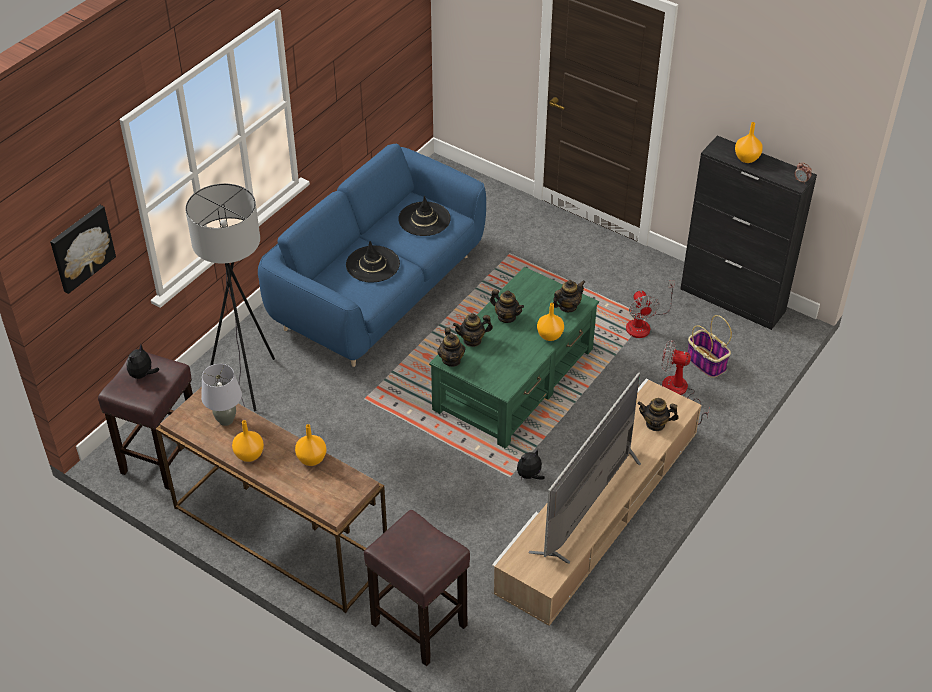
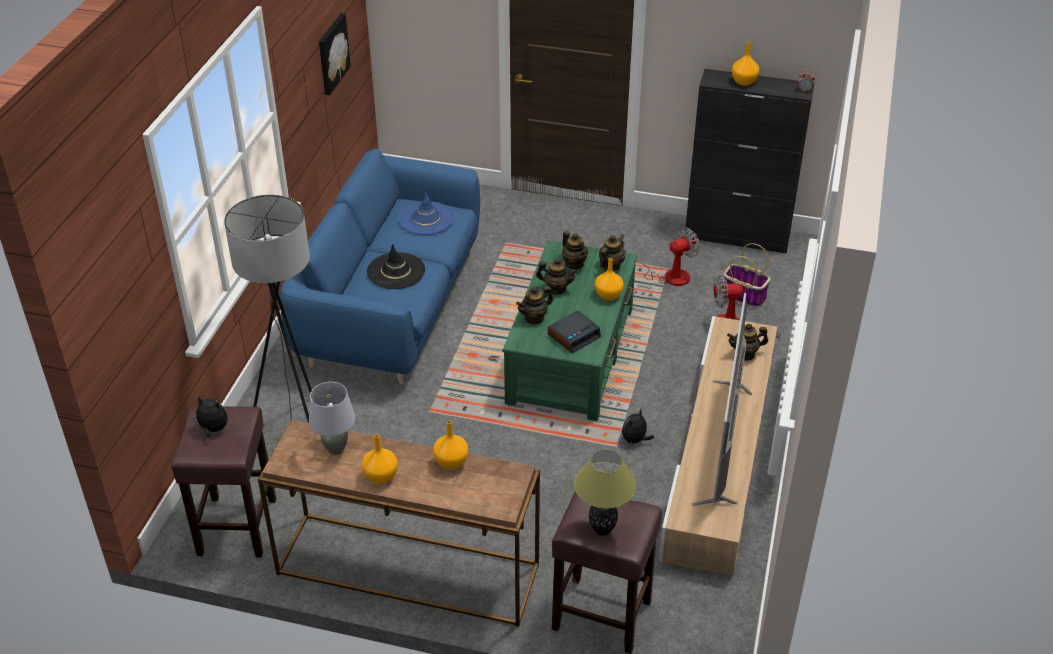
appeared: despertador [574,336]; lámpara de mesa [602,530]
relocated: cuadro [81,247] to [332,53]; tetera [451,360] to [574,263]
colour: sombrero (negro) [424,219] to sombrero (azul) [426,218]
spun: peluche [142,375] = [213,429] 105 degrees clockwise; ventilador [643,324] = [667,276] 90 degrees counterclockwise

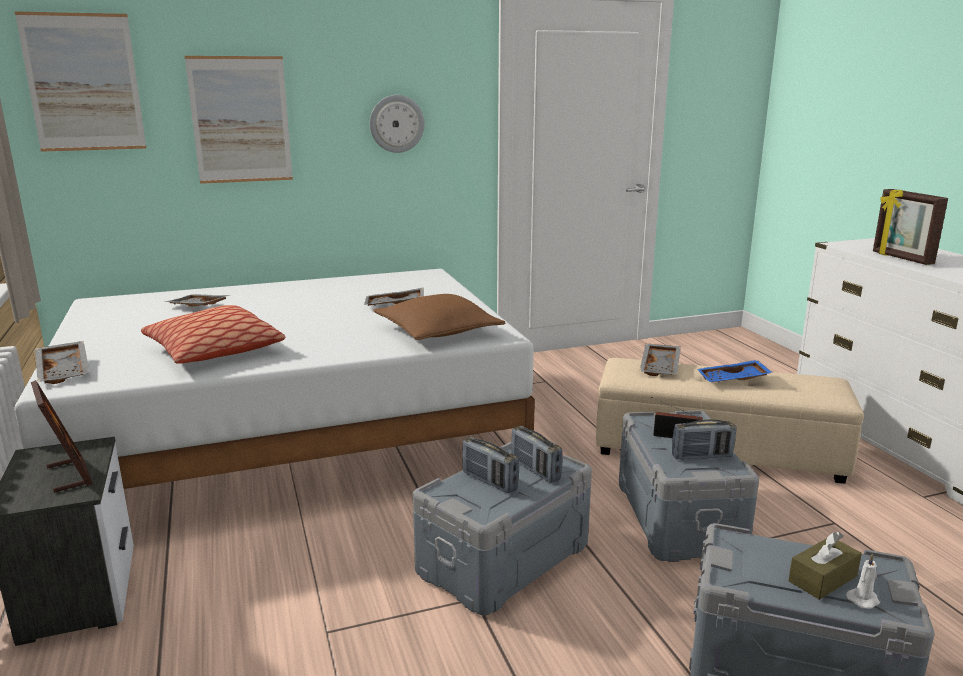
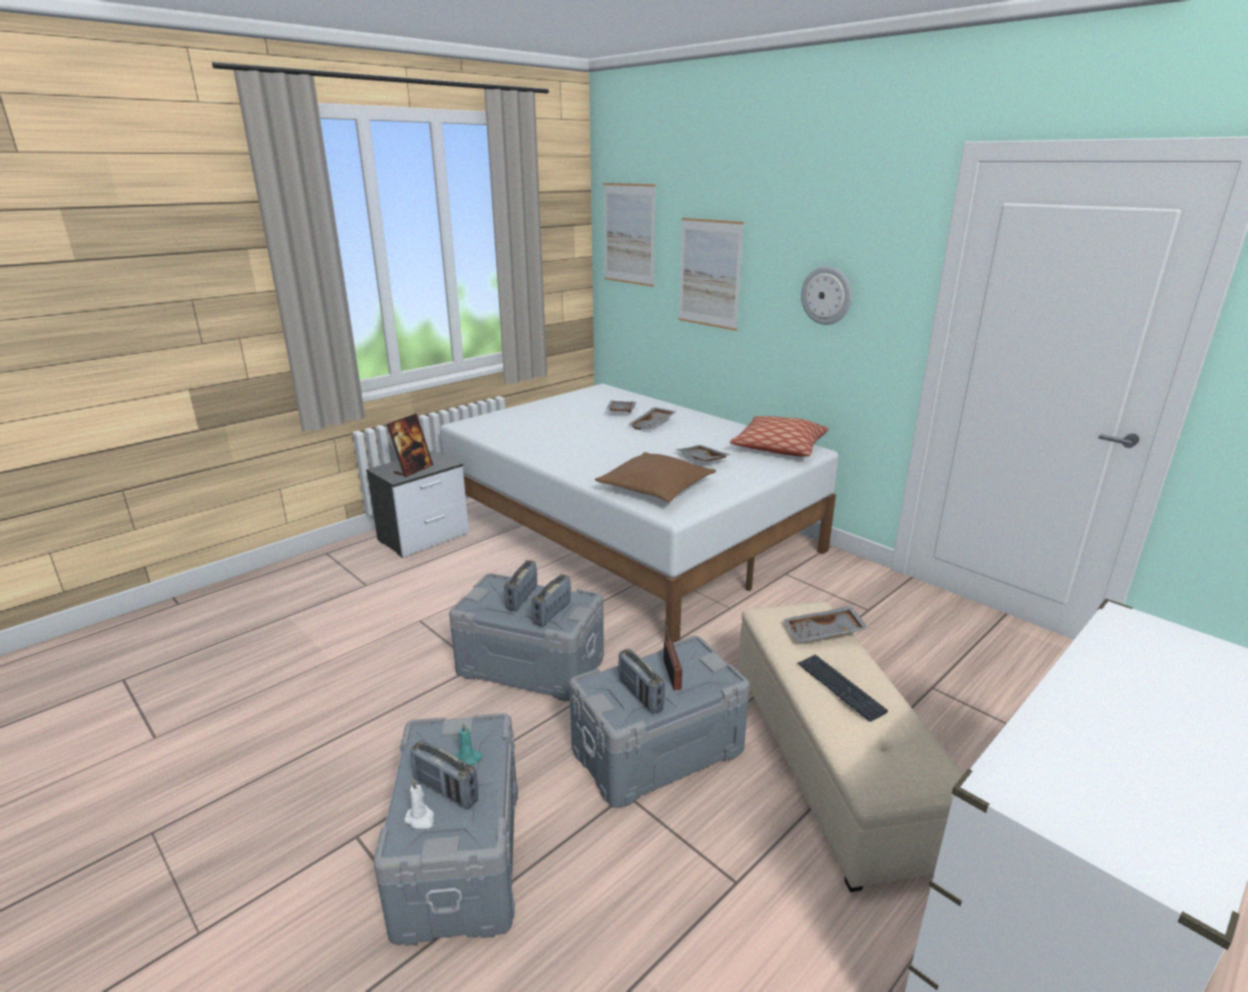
missing: portarretratos [901,258]
appeared: vela (turquesa) [468,758]
relocated: bandeja (gris) [65,371] to [653,425]; cojín [215,351] to [778,448]
exchanged: bandeja (azul) [733,380] to teclado [840,688]; caja de pañuelos (marrón) [822,579] to radio [446,791]

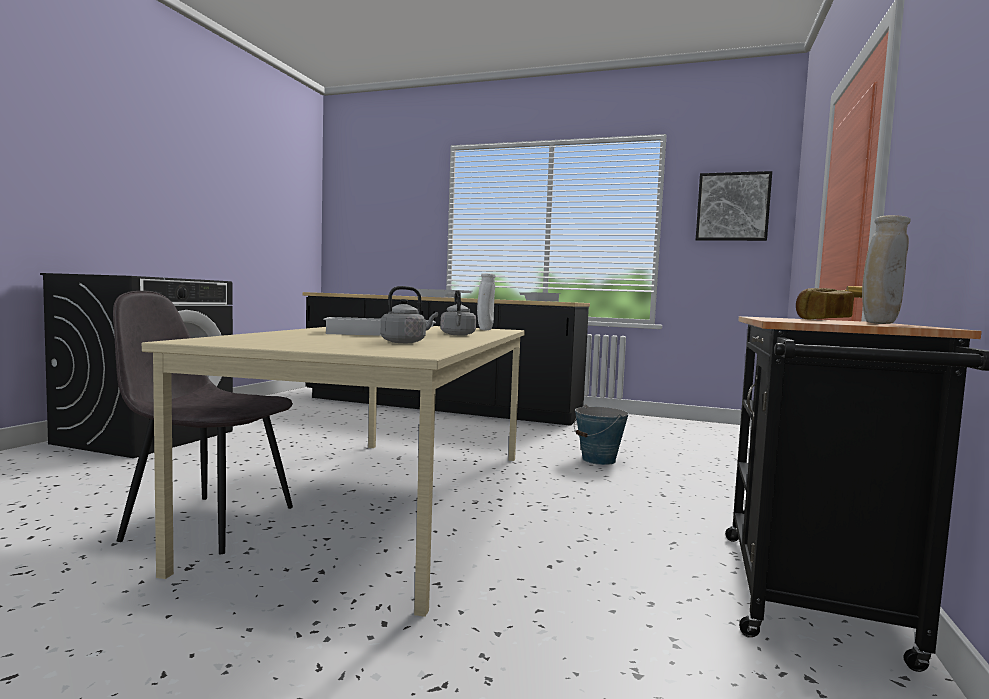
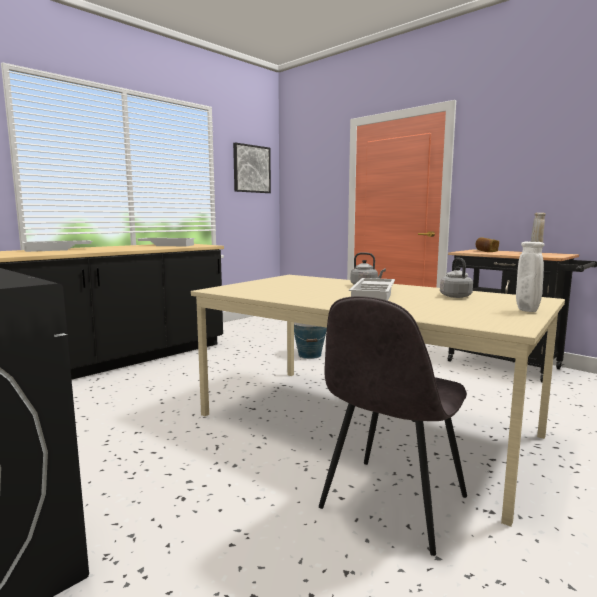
relocated: florero (blanco) [485,330] to [526,311]

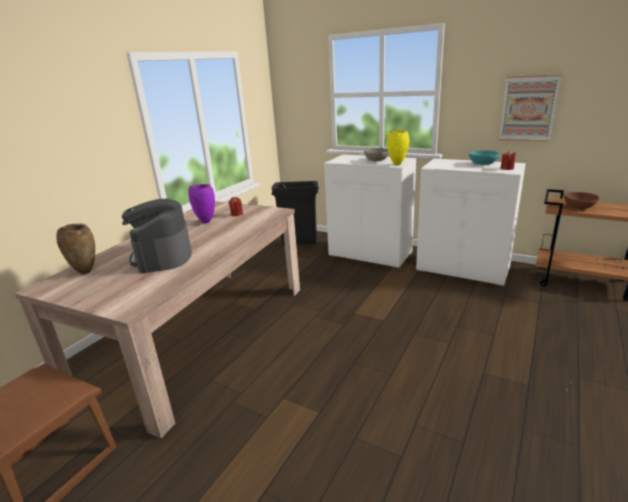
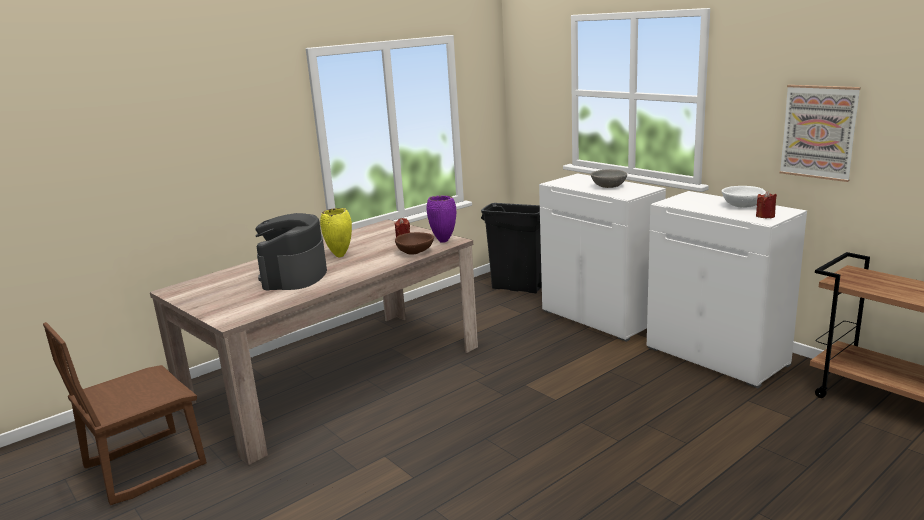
missing: florero (marrón) [86,272]
relocated: florero (morado) [206,222] to [444,241]; florero (amarillo) [397,164] to [340,256]; cuenco (marrón) [579,207] to [415,252]
colour: cuenco (turquesa) [483,164] to cuenco (blanco) [743,206]

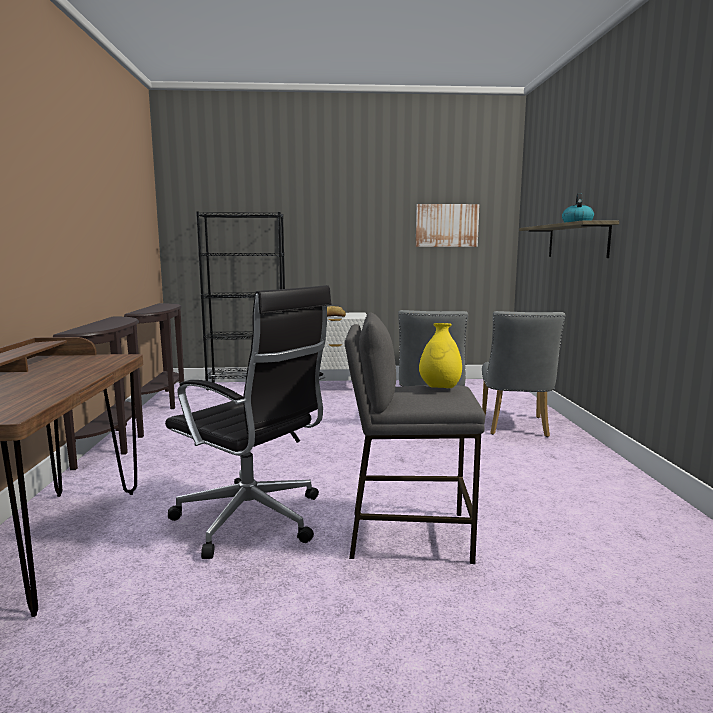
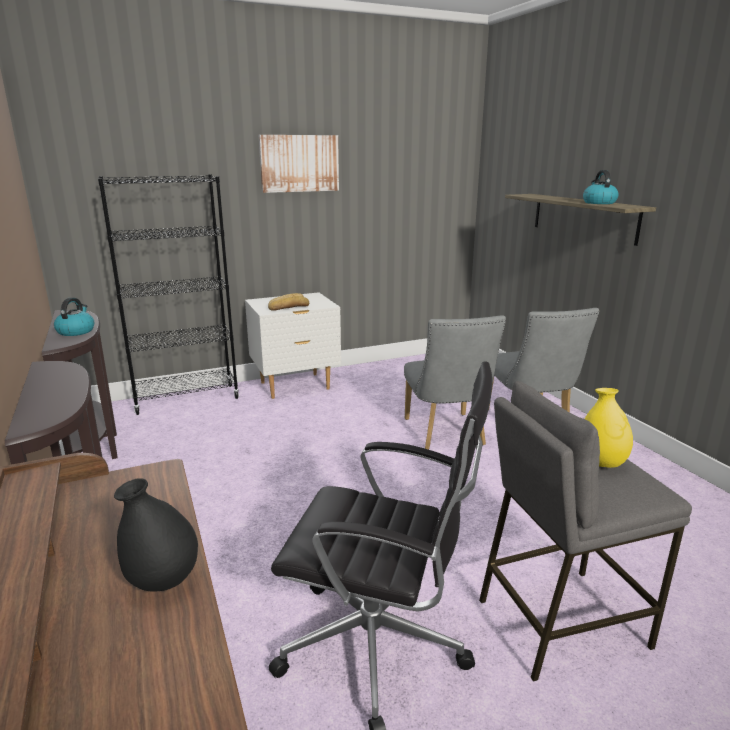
appeared: hervidor [76,331]; florero (negro) [163,581]
relocated: cuadro [446,225] to [299,163]

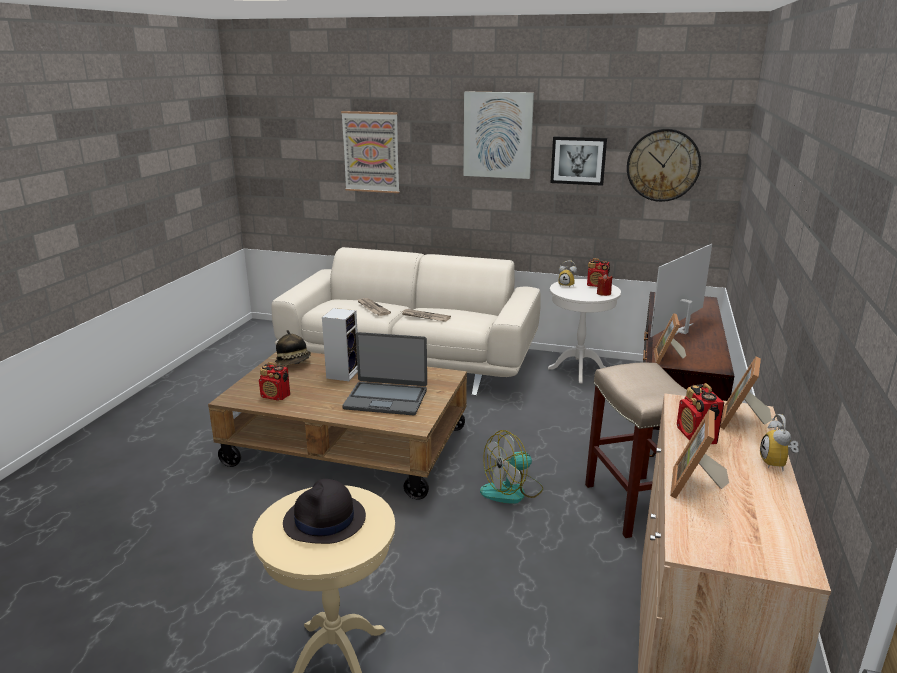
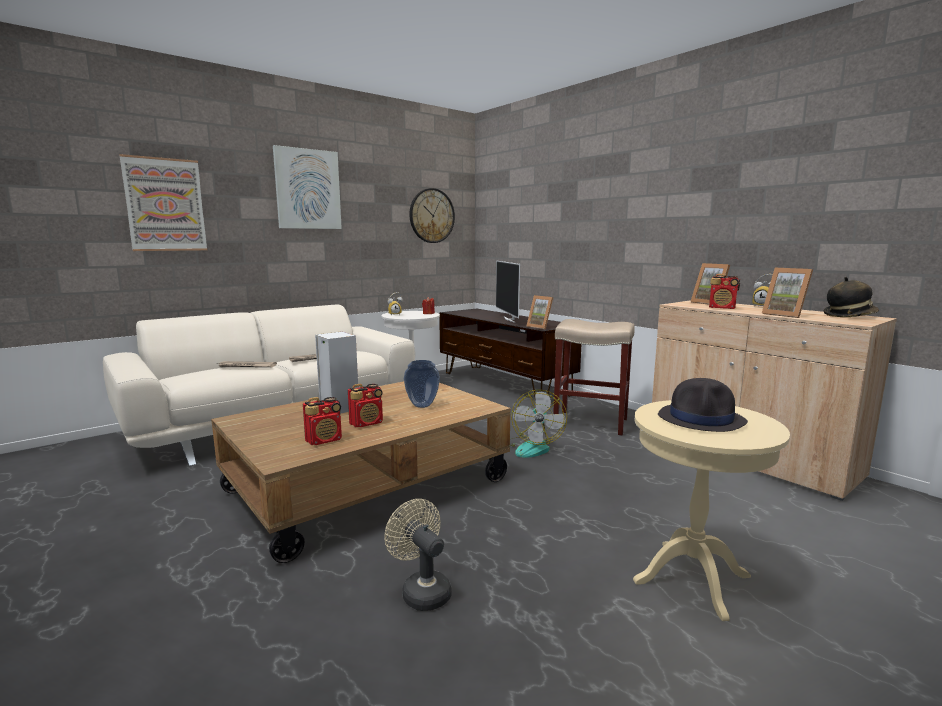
missing: cuadro [578,160]
appeared: ventilador (beis) [421,590]
relocated: sombrero [294,362] to [849,316]; radio [597,285] to [367,423]
exchanged: portátil [386,399] to florero [422,405]

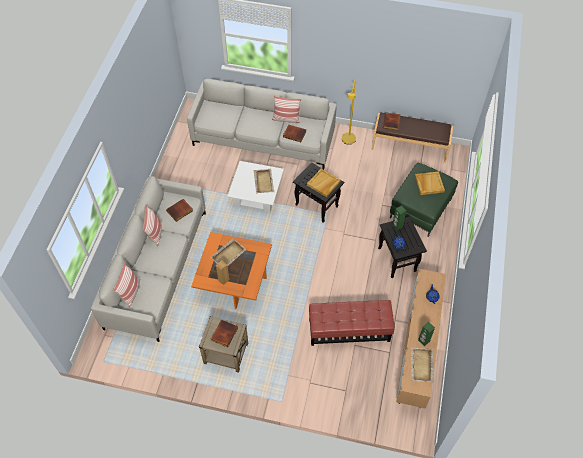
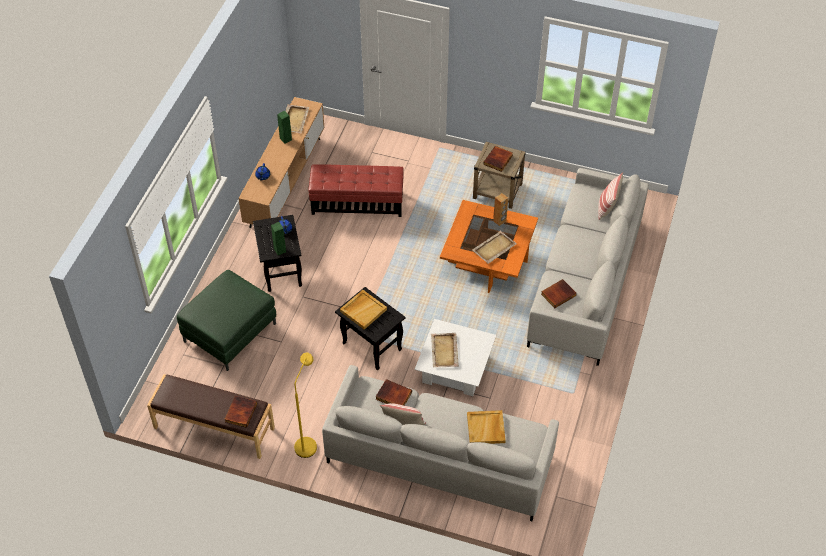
missing: cojín [155,233]
relocated: bandeja (beis) [429,184] to [486,429]

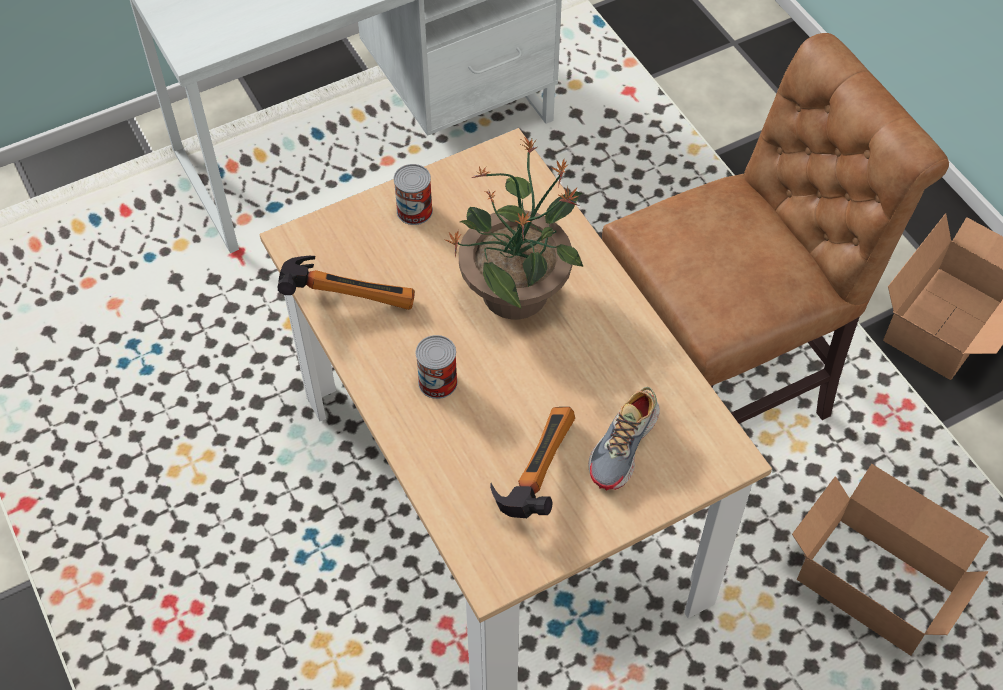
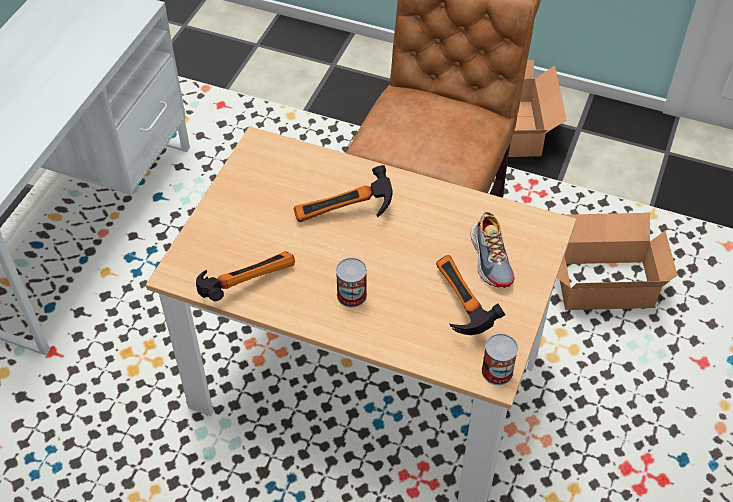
relocated: lata [414,211] to [497,371]
exchanged: planta en maceta [517,291] to martillo [345,215]

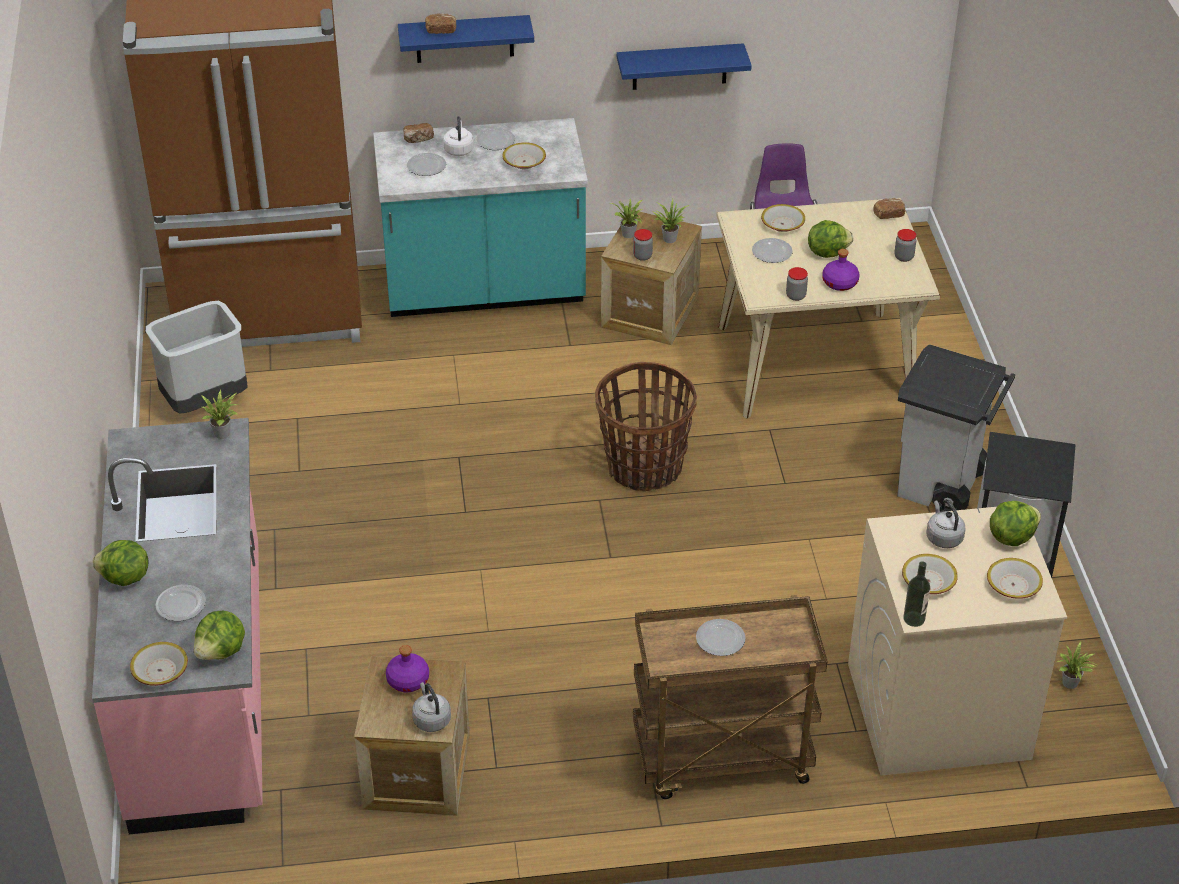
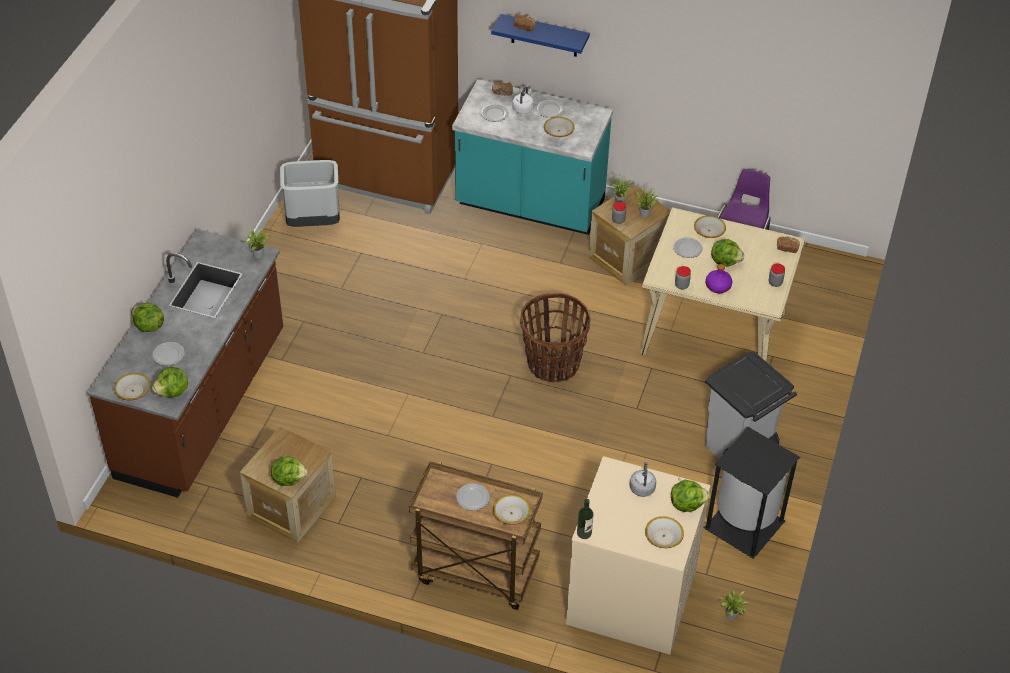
missing: botella (morado) [408,680]; estante (azul) [679,66]
relocated: cuenco [928,581] to [511,513]
exchanged: hervidor (gris) [431,719] to lechuga [289,479]
colour: mueble bajo de cocina (rosa) [202,687] to mueble bajo de cocina (marrón) [203,405]

